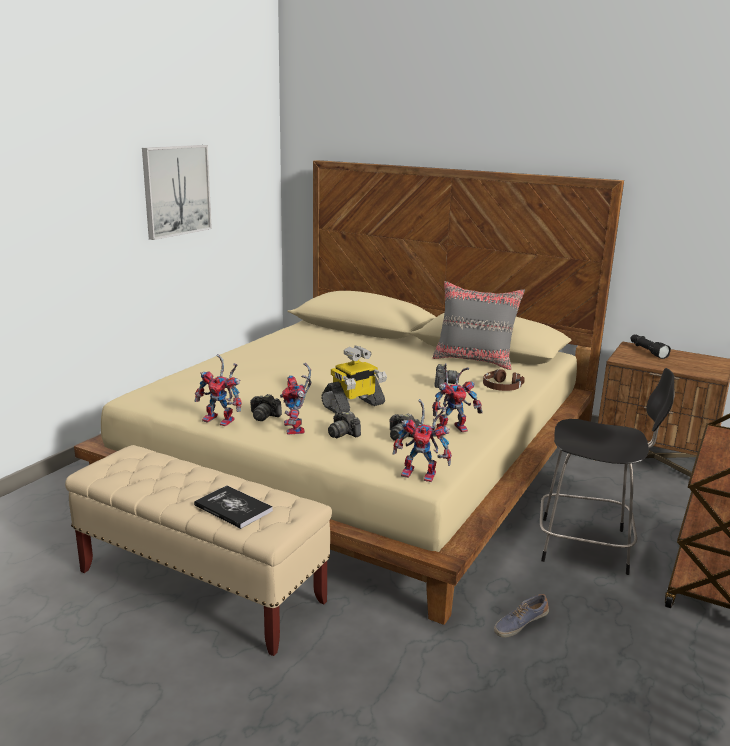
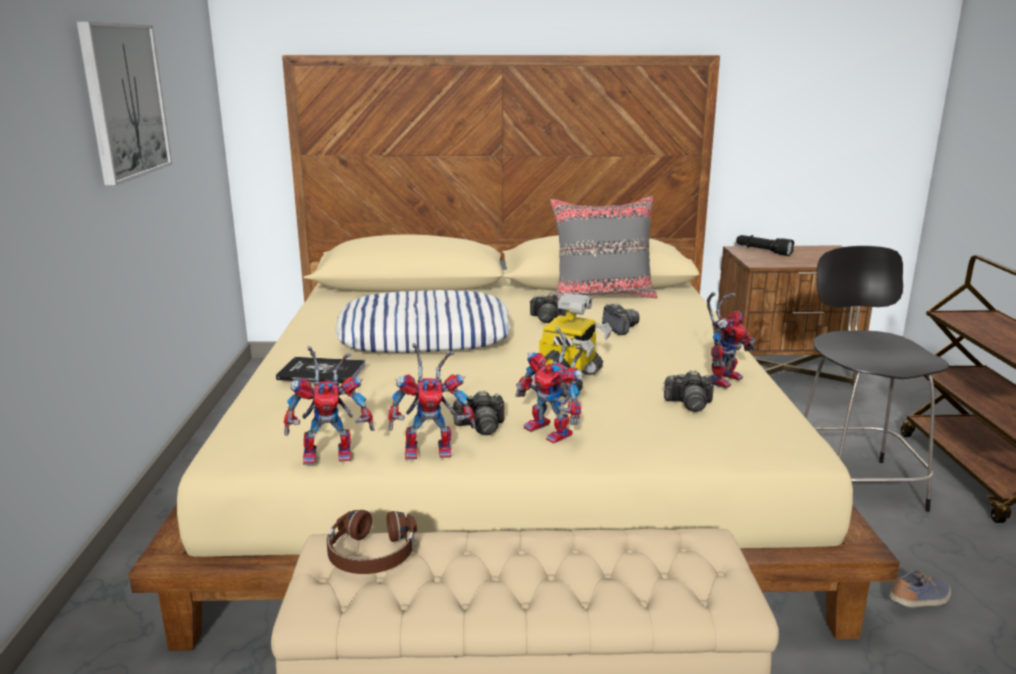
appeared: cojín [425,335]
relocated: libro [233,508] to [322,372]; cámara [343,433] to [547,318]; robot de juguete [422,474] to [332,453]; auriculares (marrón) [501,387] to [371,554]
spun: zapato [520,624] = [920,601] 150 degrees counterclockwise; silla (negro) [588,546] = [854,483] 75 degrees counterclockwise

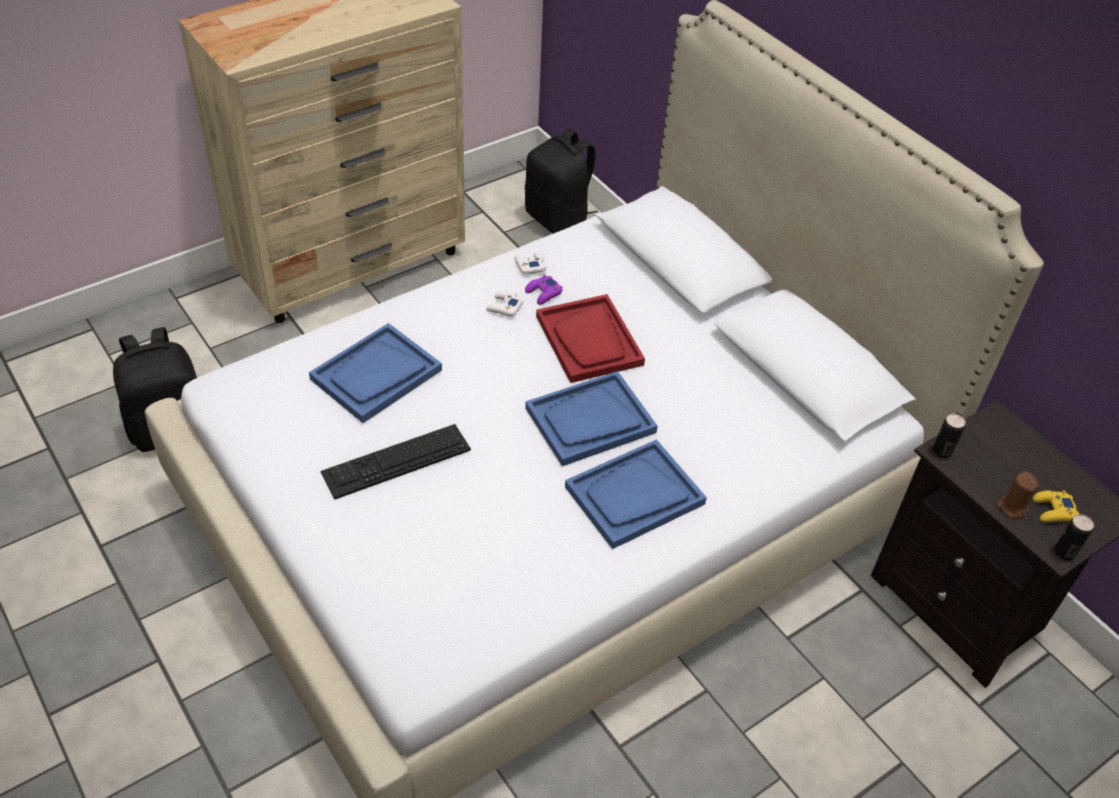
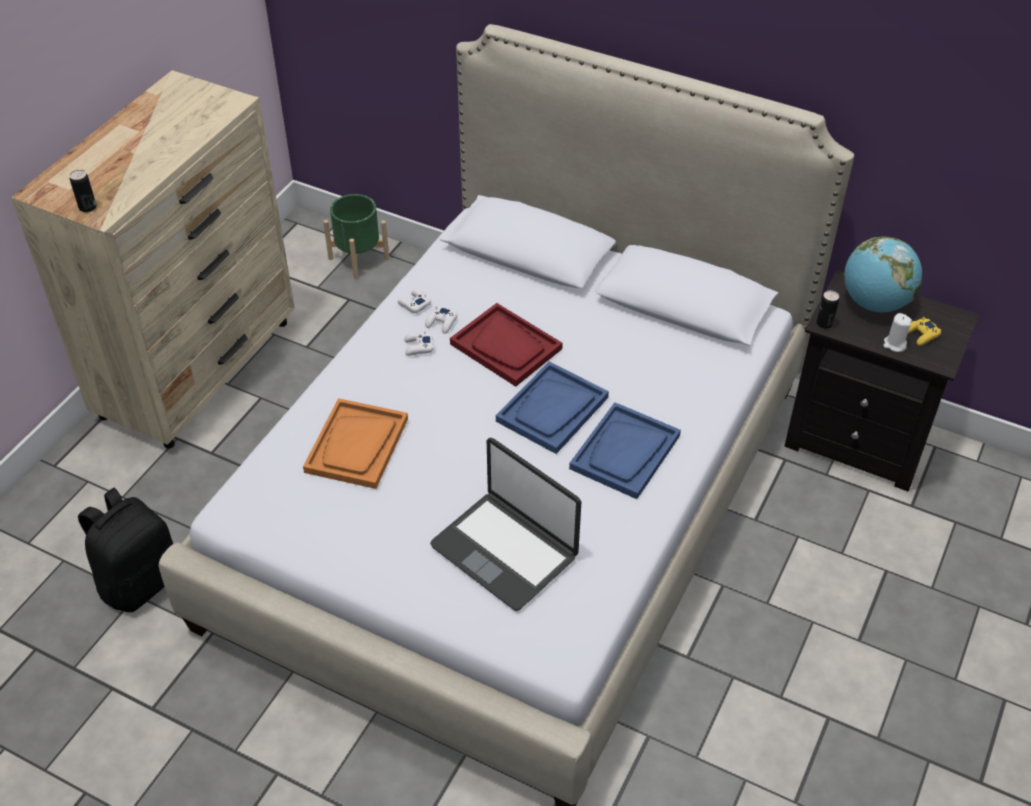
missing: teclado [396,461]
appeared: portátil [505,550]; globo terráqueo [875,303]
relocated: lata [1064,552] to [87,207]
exchanged: mochila (negro) [559,220] to maceta (verde) [358,258]
colour: bandeja (azul) [376,375] to bandeja (naranja) [357,445]; mando de consola (morado) [543,293] to mando de consola (blanco) [441,323]; vela (marrón) [1012,508] to vela (blanco) [894,344]

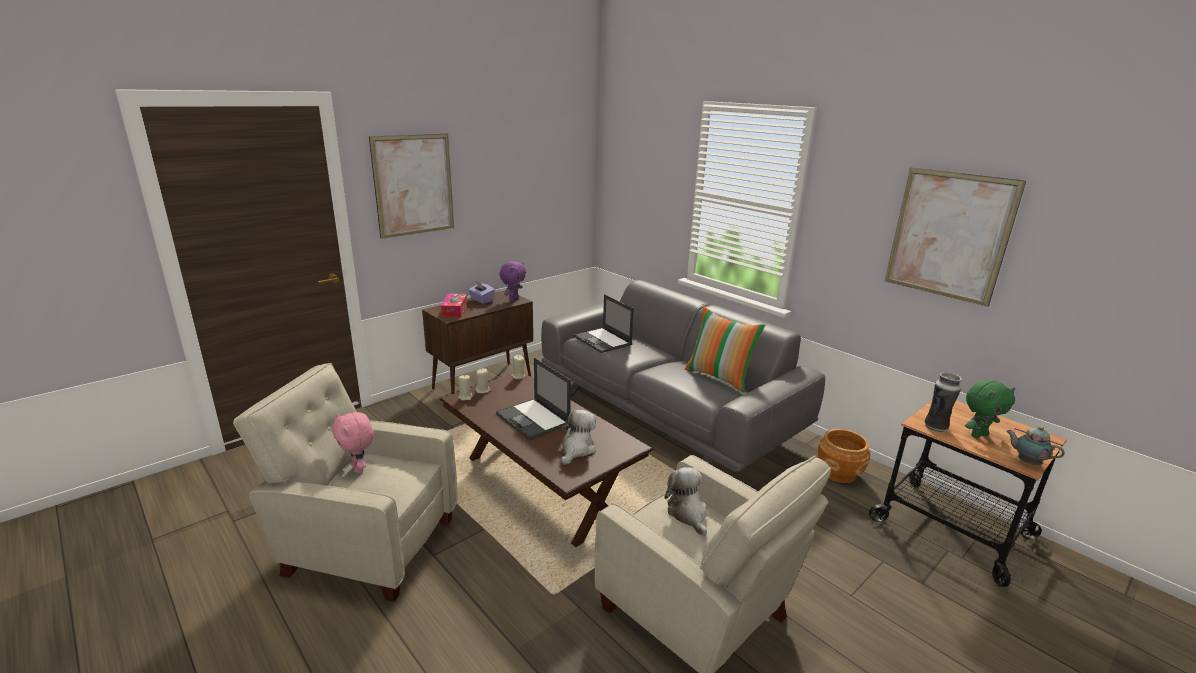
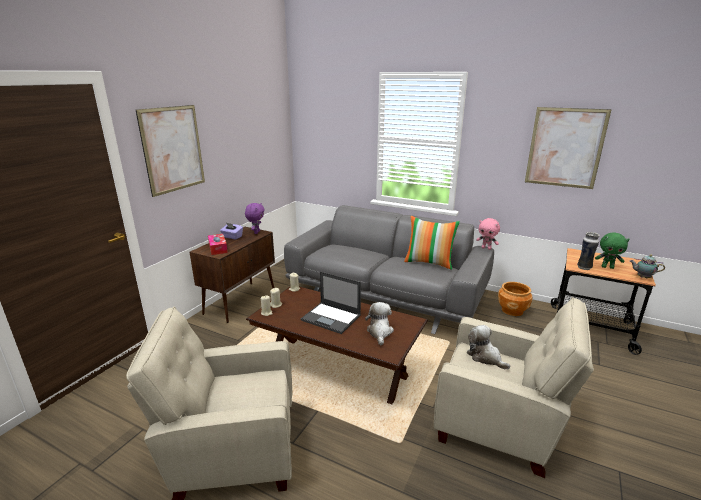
missing: portátil [603,341]
relocated: peluche (rosa) [359,468] to [486,248]
spun: peluche (verde) [978,435] = [607,267] 60 degrees clockwise

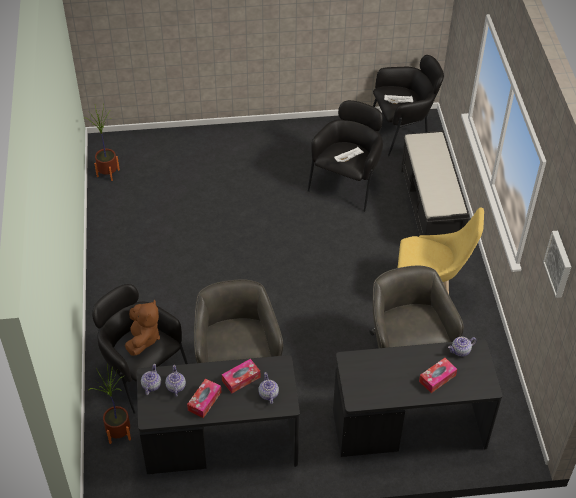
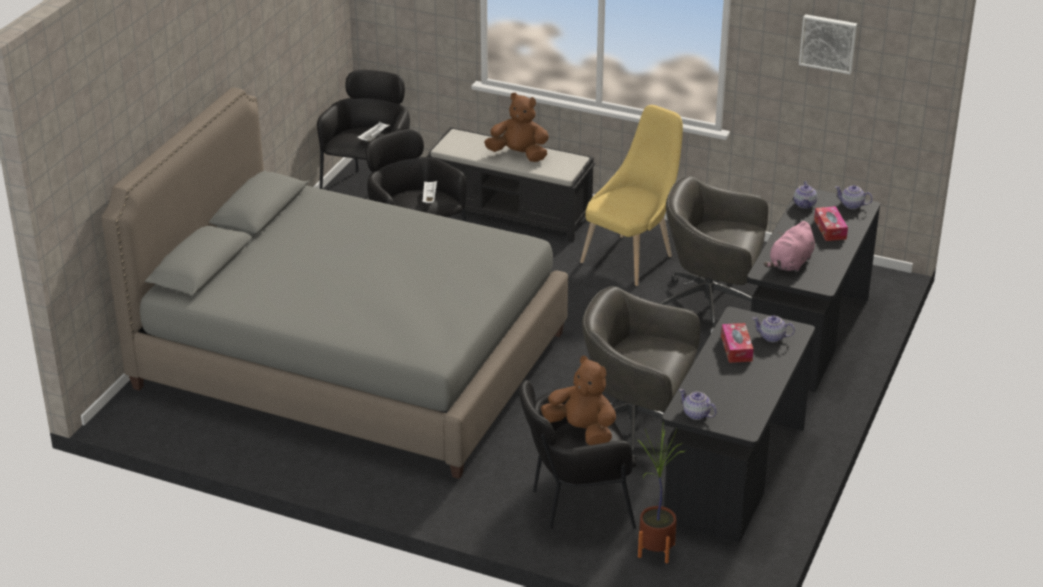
missing: planta en maceta [108,173]; caja de pañuelos [204,401]
appeared: cama (gris) [351,361]; peluche (marrón) [519,155]; peluche (rosa) [790,264]
relocated: tetera [175,387] to [852,205]

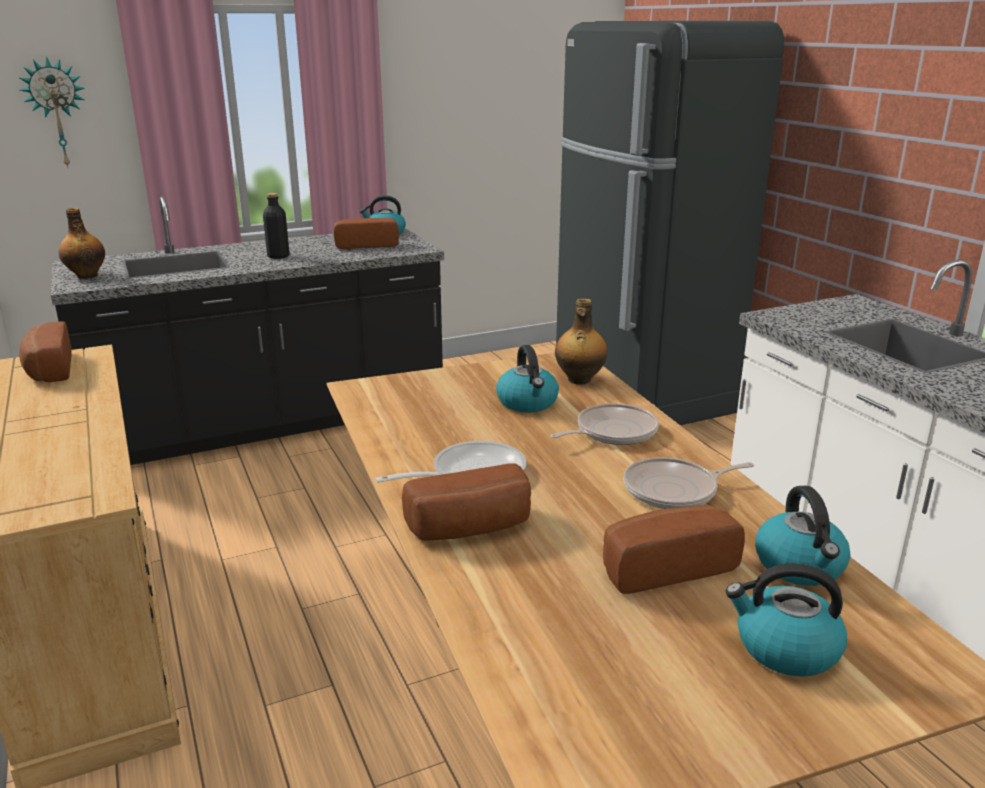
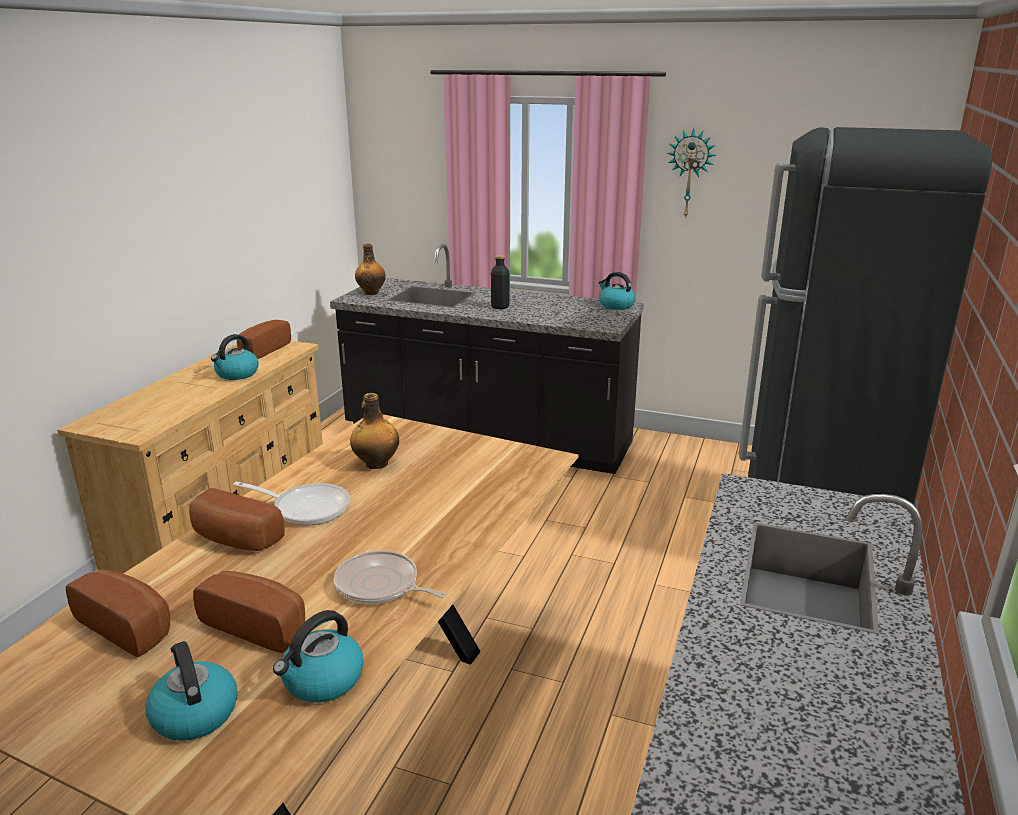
missing: sartén [612,432]
relocated: reloj de pared [57,113] to [690,174]; pan [366,245] to [129,625]; hervidor [528,403] to [237,374]; botella [579,380] to [376,464]

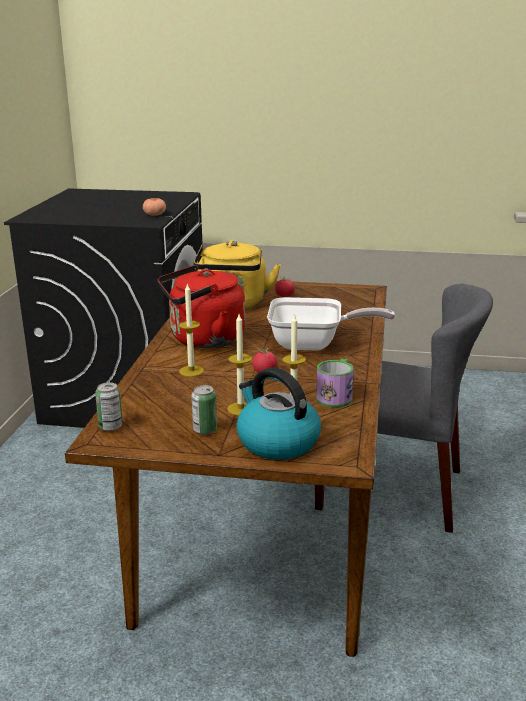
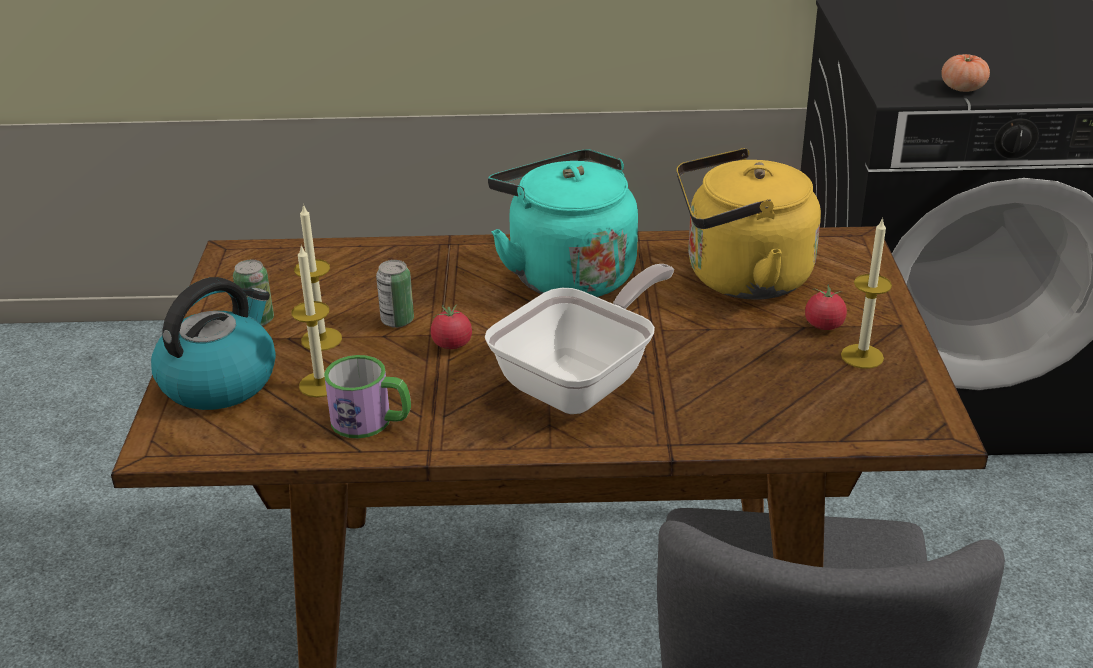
relocated: lata [110,427] to [397,320]; vela [191,371] to [862,356]
colour: hervidor (rojo) [203,340] to hervidor (turquesa) [566,273]
spun: sartén [314,344] = [583,381] 135 degrees counterclockwise

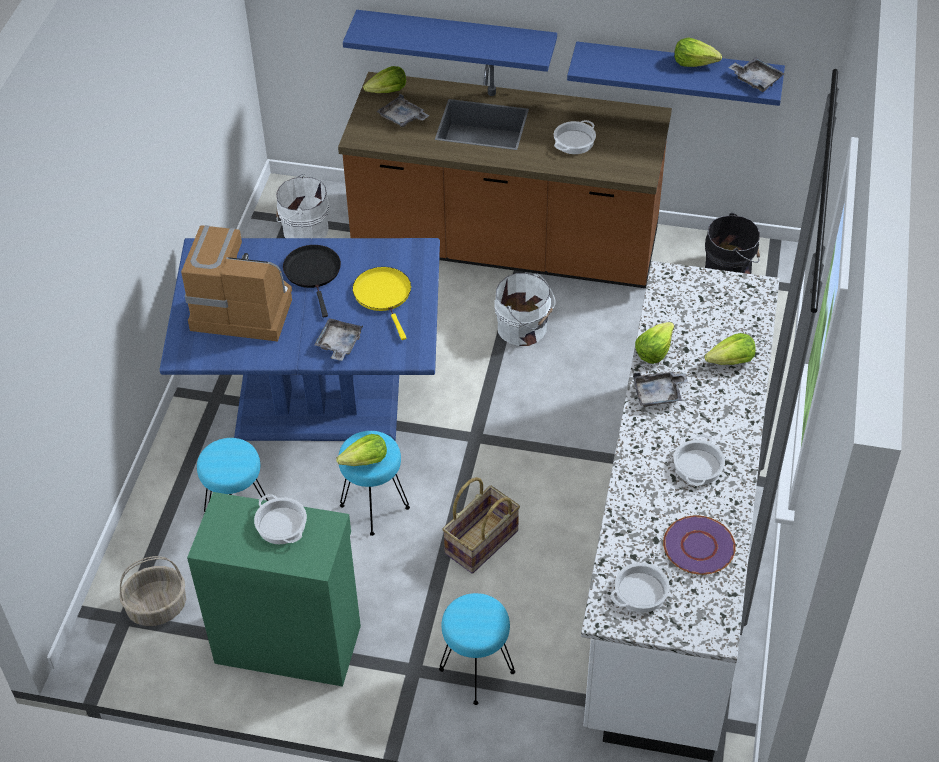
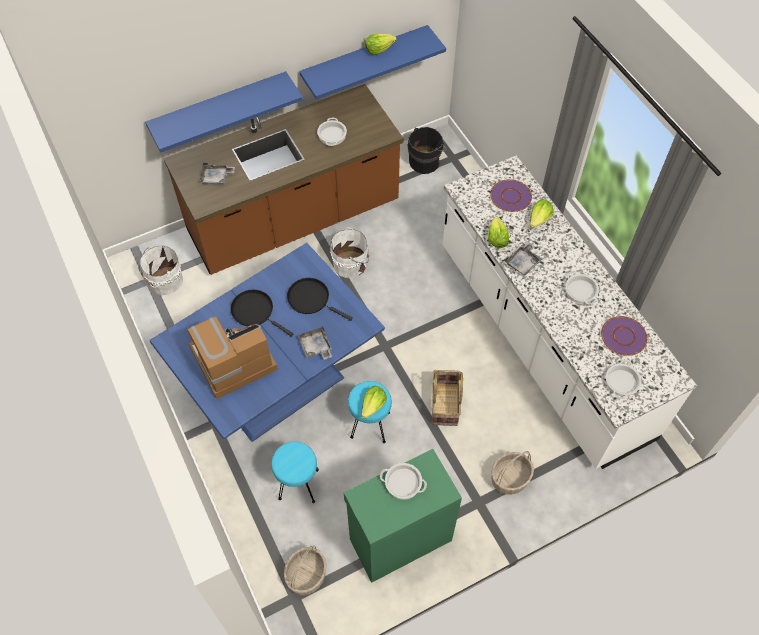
missing: lechuga [387,91]; bandeja (gris) [756,80]
appeared: plato (morado) [511,196]
exchanged: taburete (turquesa) [476,671] to cesta [509,479]
colour: sartén (amarillo) [384,295] to sartén (negro) [311,299]

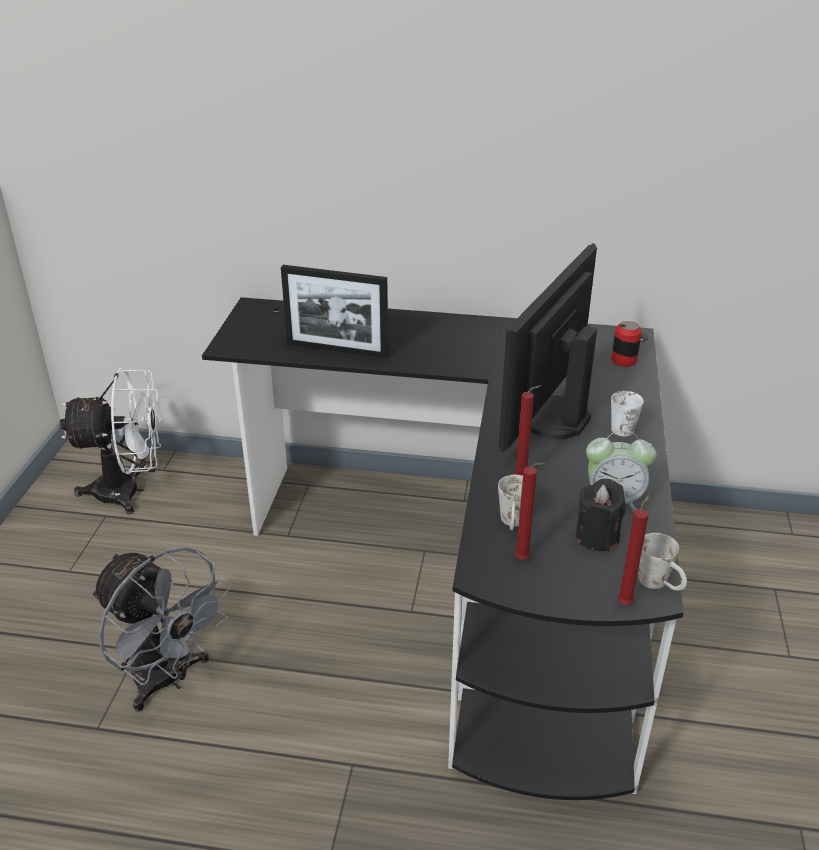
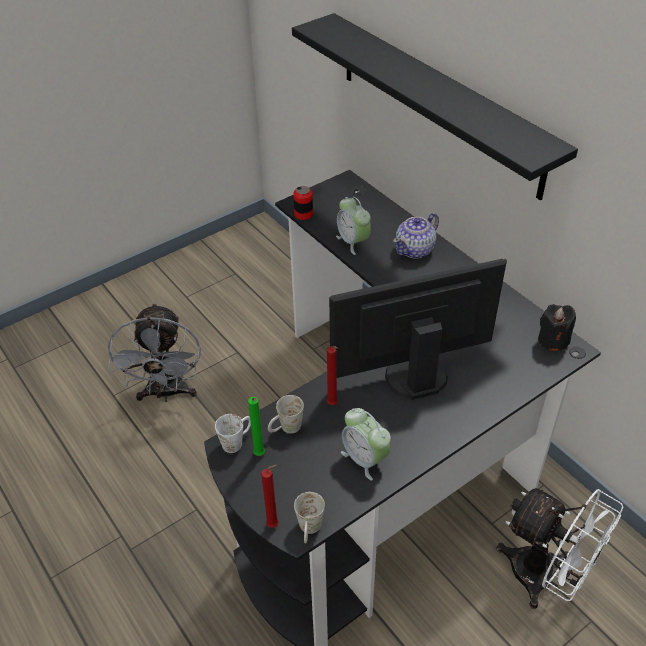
appeared: estante (negro) [438,103]; tetera [415,250]
relocated: ventilador (blanco) [130,491] to [544,578]; vela (negro) [597,536] to [553,340]; taza grande (blanco) [620,425] to [237,440]; lata [624,360] to [303,214]
exchanged: portarretratos [337,349] to despertador [353,242]
colour: vela (rojo) [524,560] to vela (verde) [260,455]

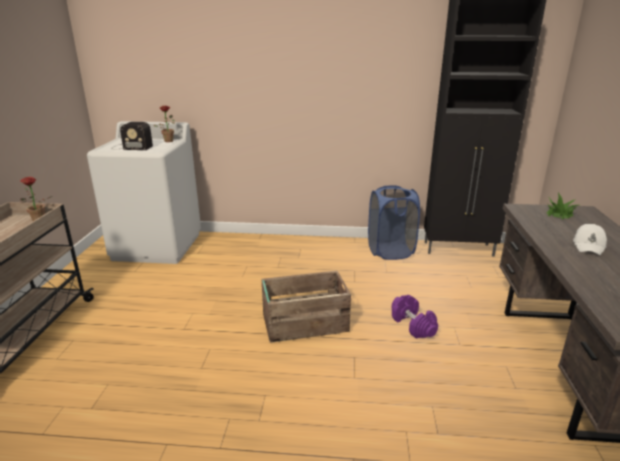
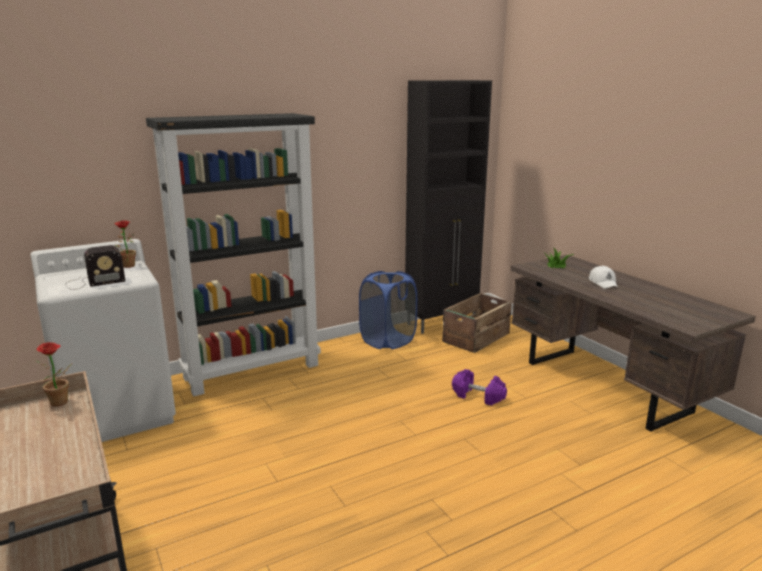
appeared: estantería (negro) [252,370]
relocated: caja de embalaje [303,323] to [475,338]

